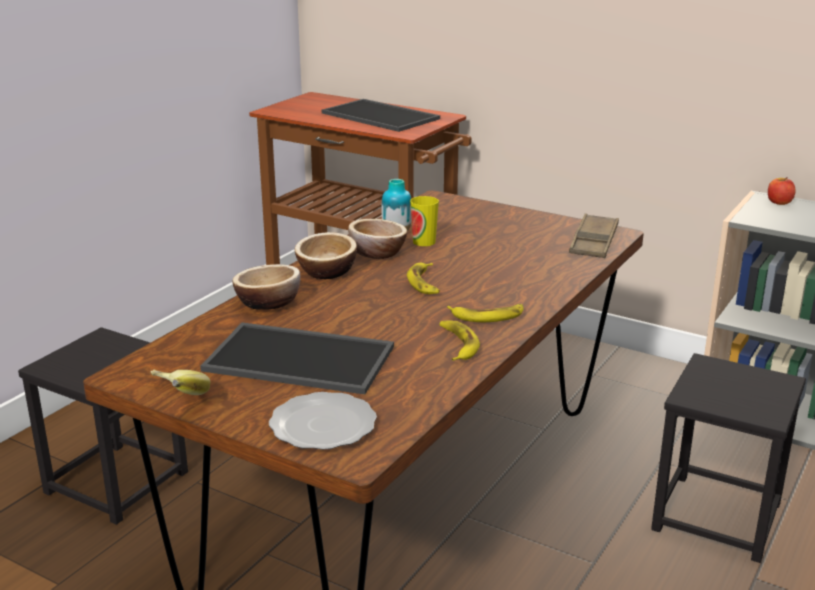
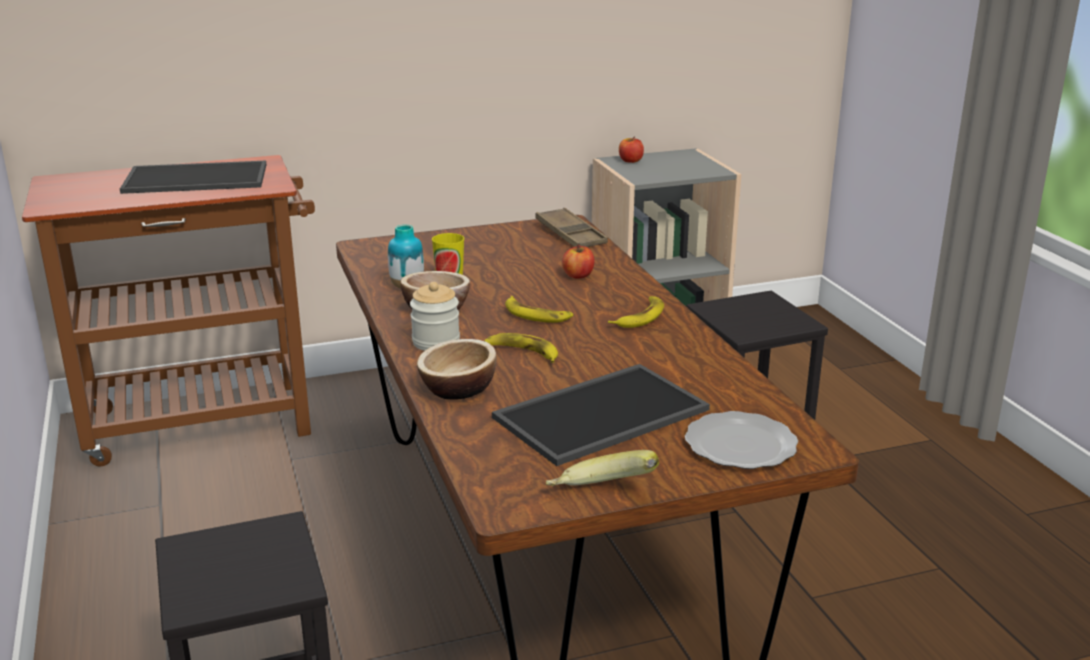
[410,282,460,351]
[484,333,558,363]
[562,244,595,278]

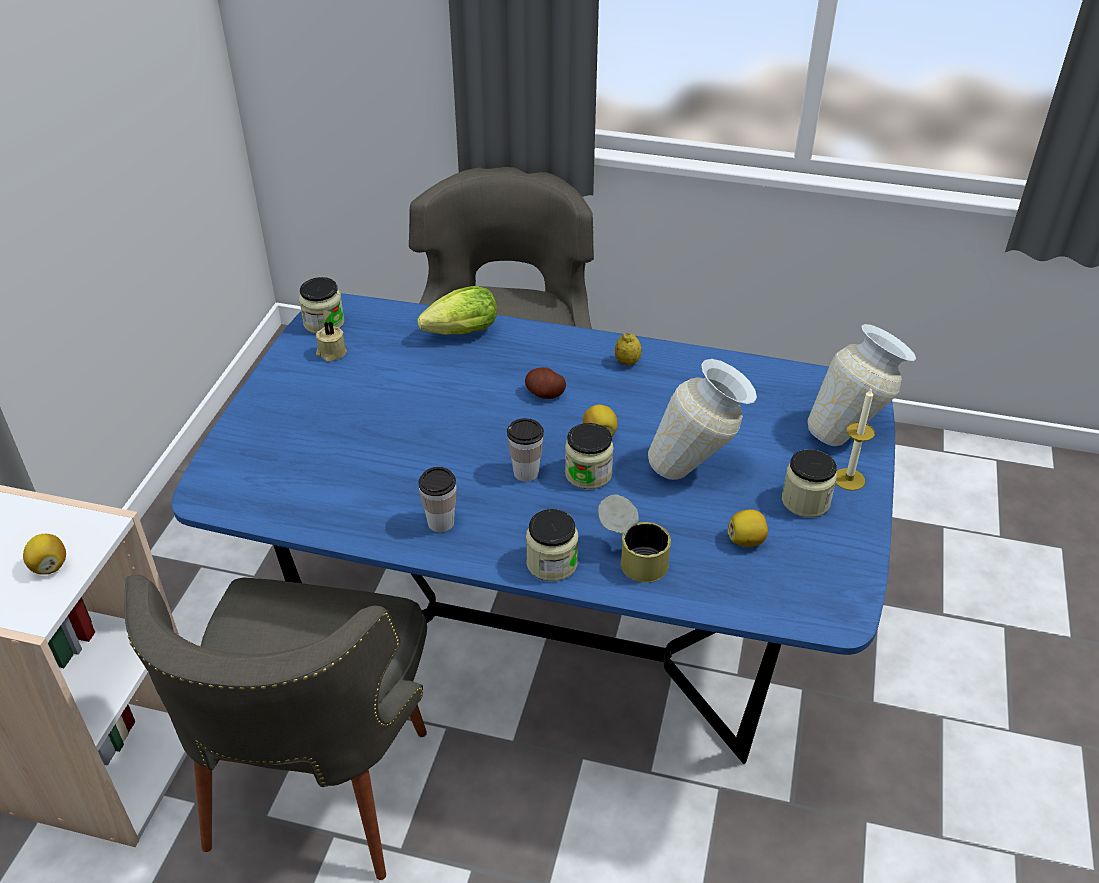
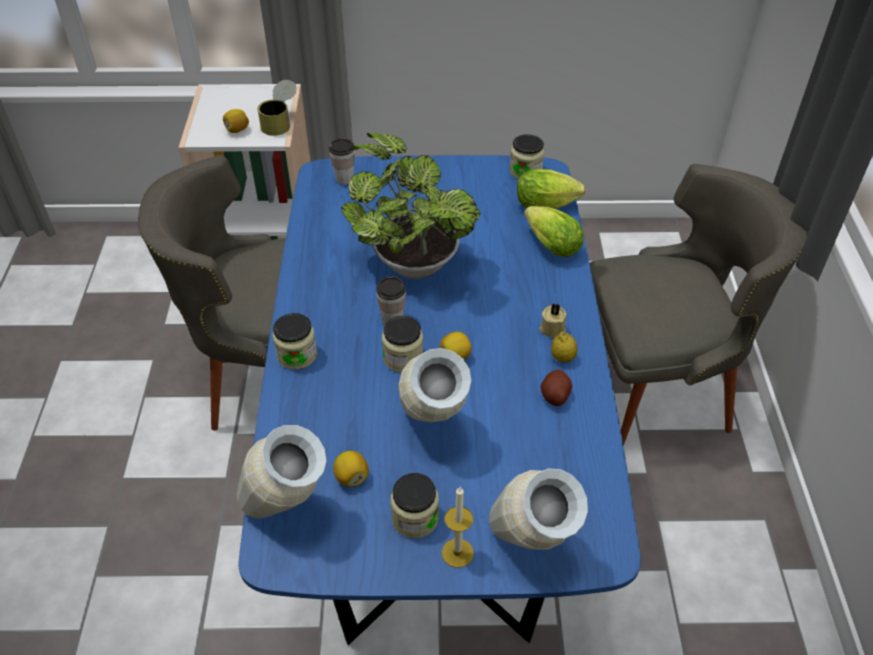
[237,425,327,519]
[257,80,296,136]
[329,138,355,185]
[341,133,480,279]
[517,169,585,209]
[539,304,567,338]
[540,370,572,406]

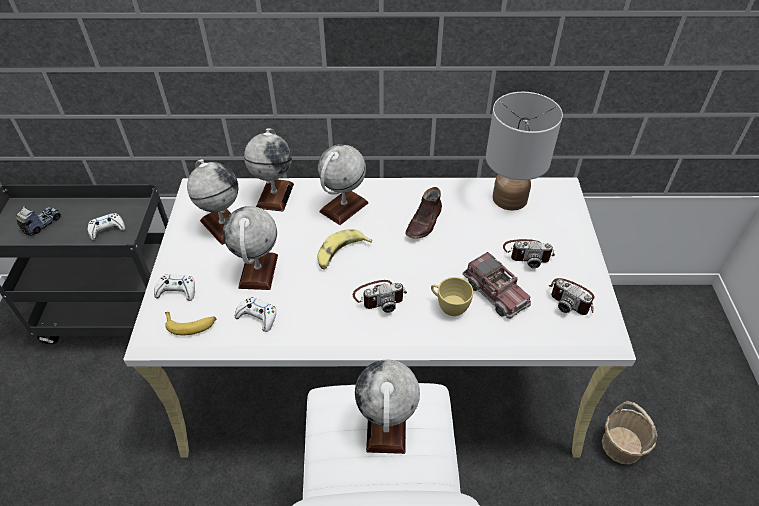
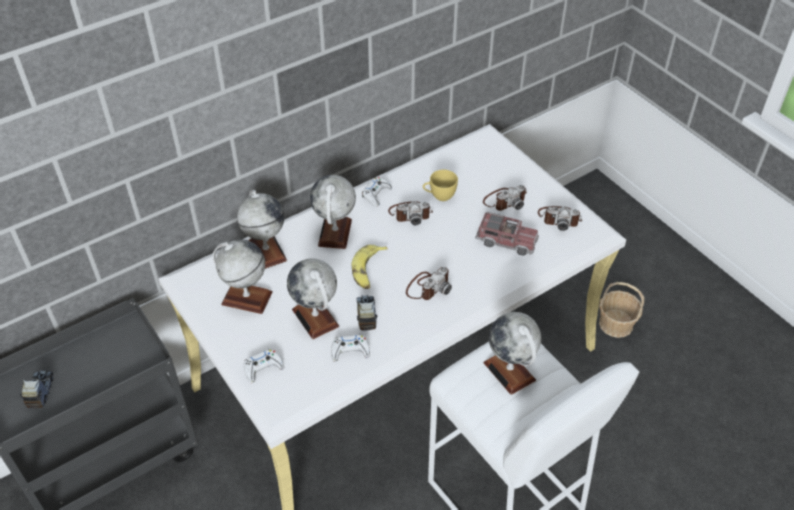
[357,295,377,330]
[362,177,392,207]
[388,201,433,226]
[423,170,458,201]
[165,312,216,335] (first image)
[486,92,563,210] (first image)

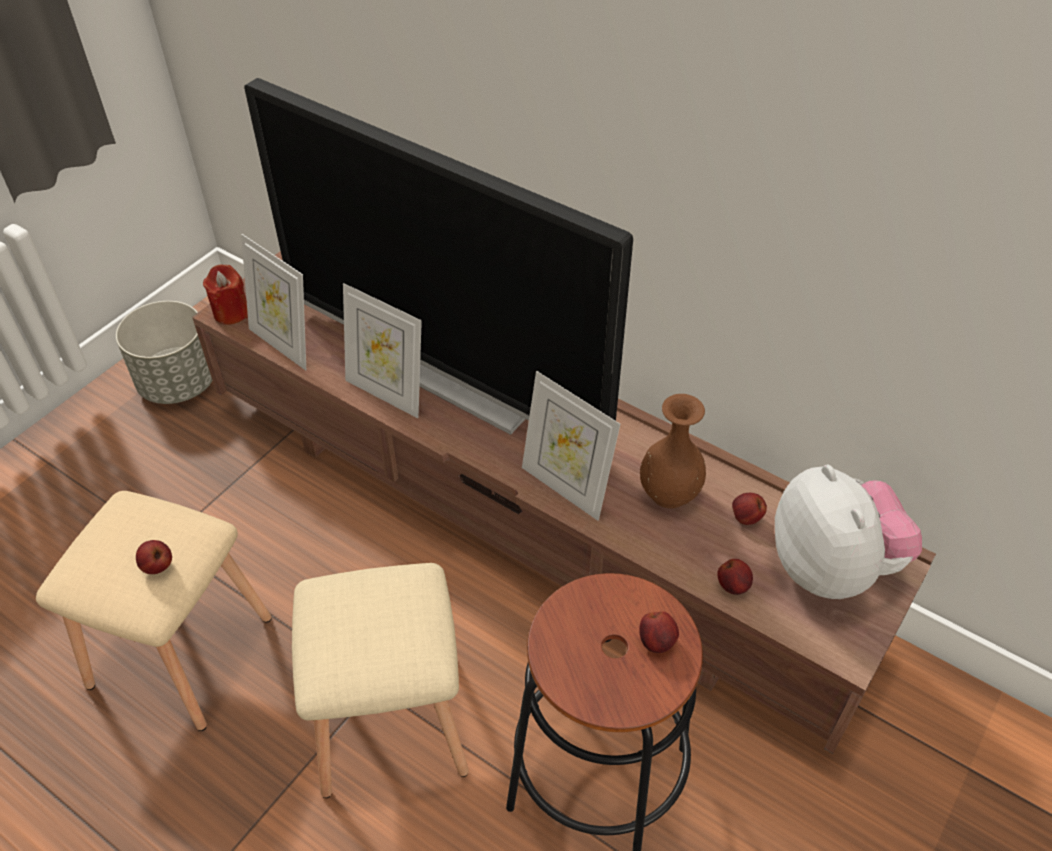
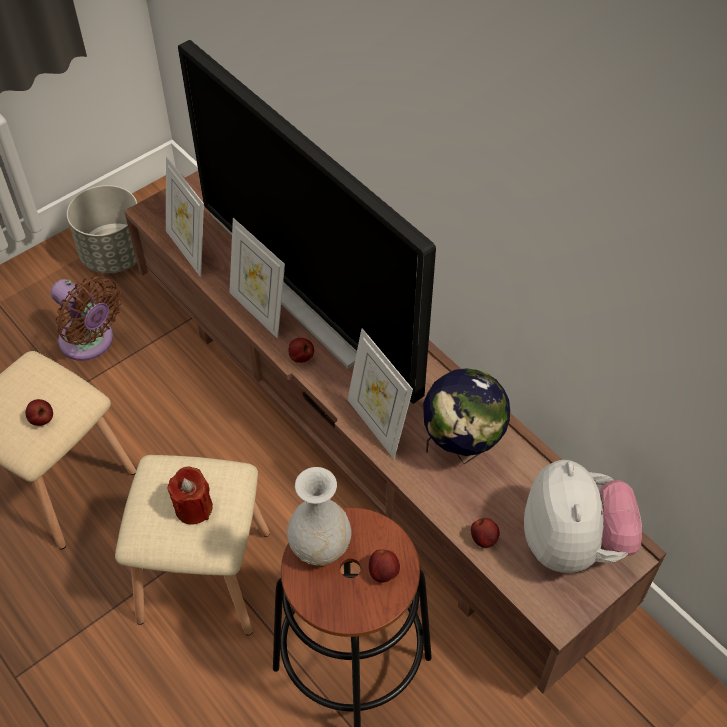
[51,276,122,361]
[168,467,213,525]
[287,467,351,565]
[289,338,314,363]
[423,368,510,465]

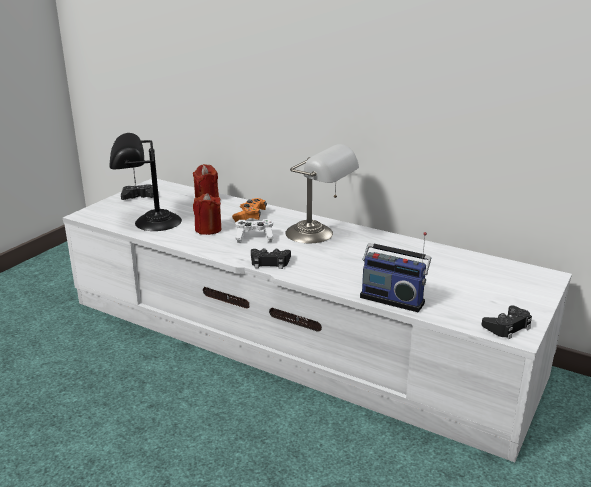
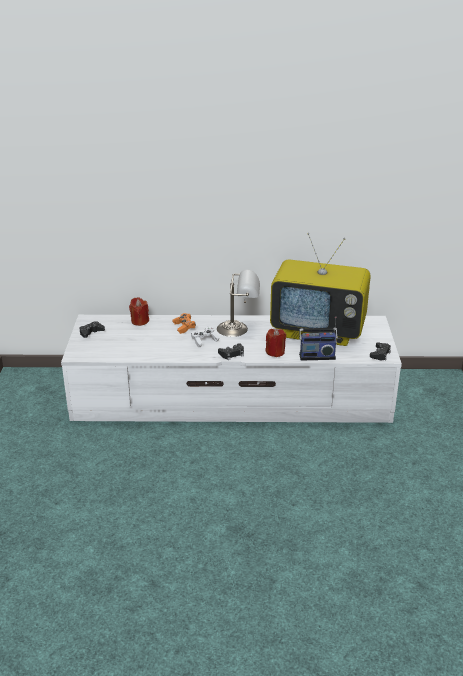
[265,329,286,357]
[270,233,371,346]
[109,133,182,231] (first image)

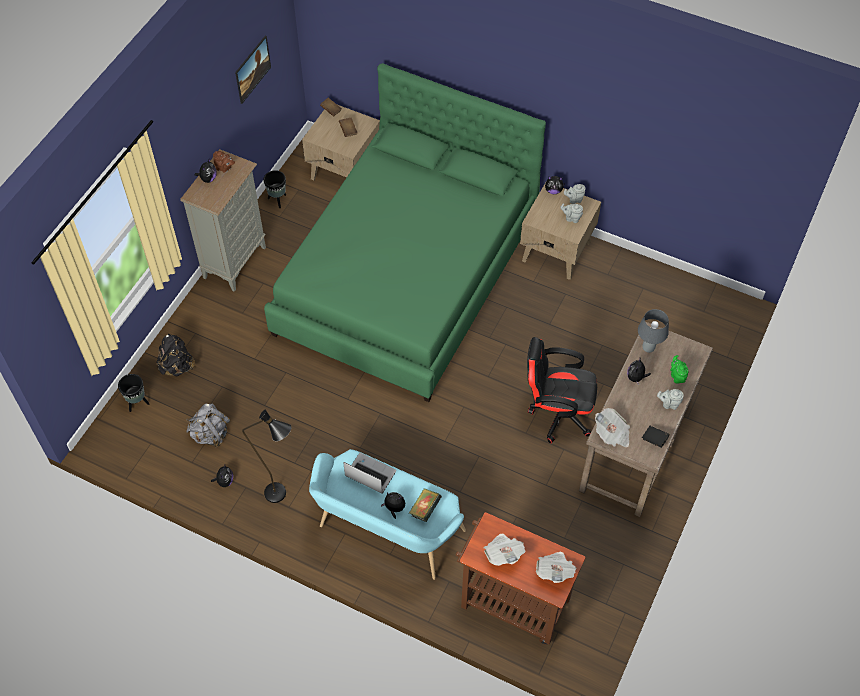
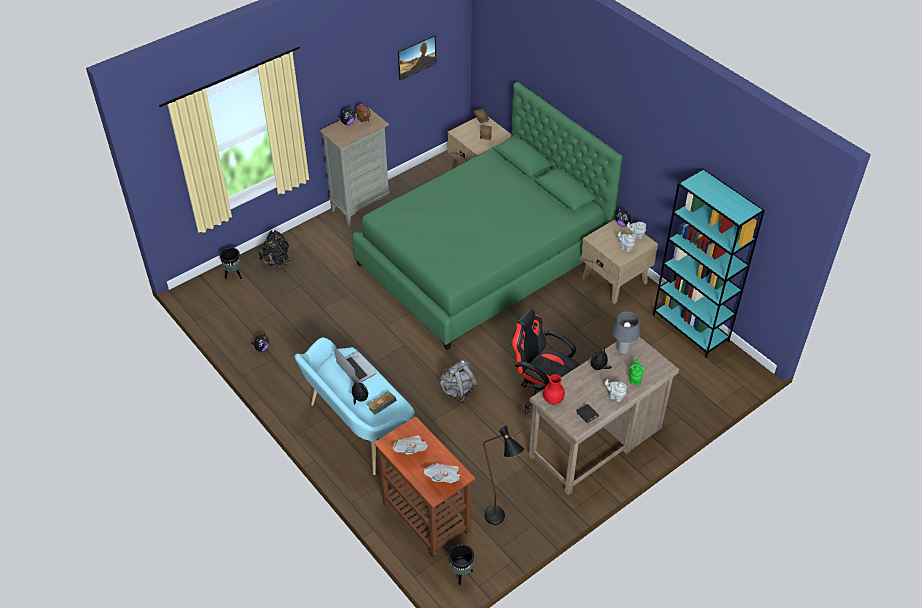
[439,360,478,402]
[449,544,474,585]
[483,425,524,525]
[543,374,565,405]
[653,169,765,358]

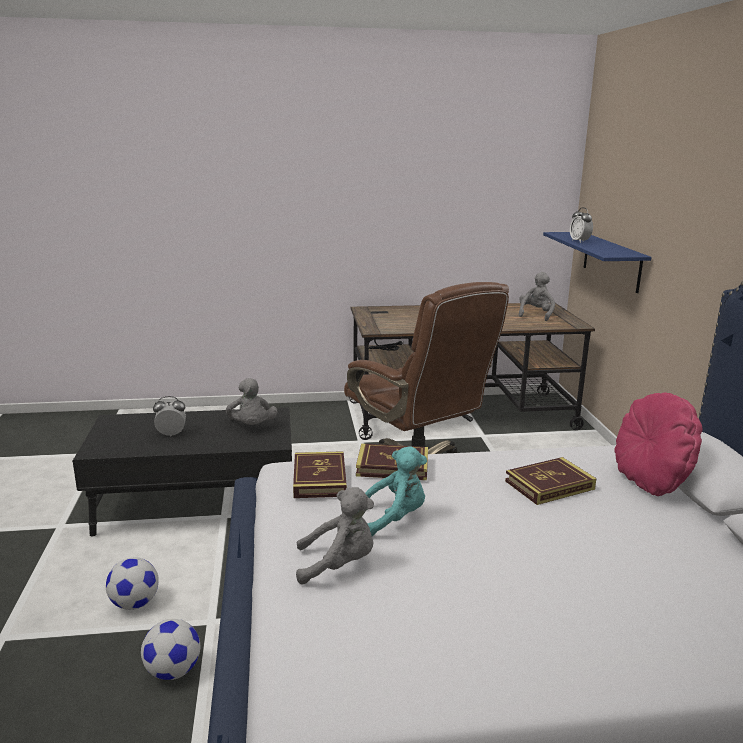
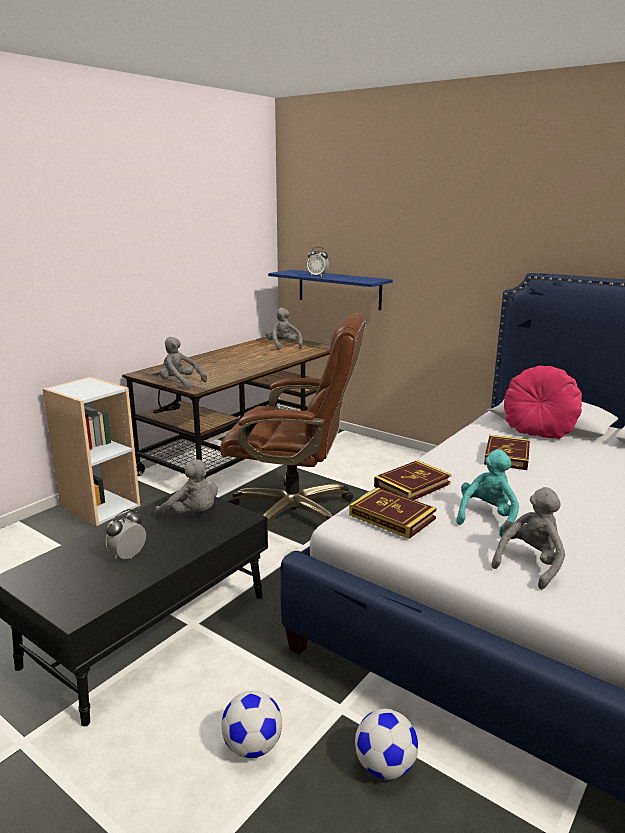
[43,377,140,526]
[159,337,207,388]

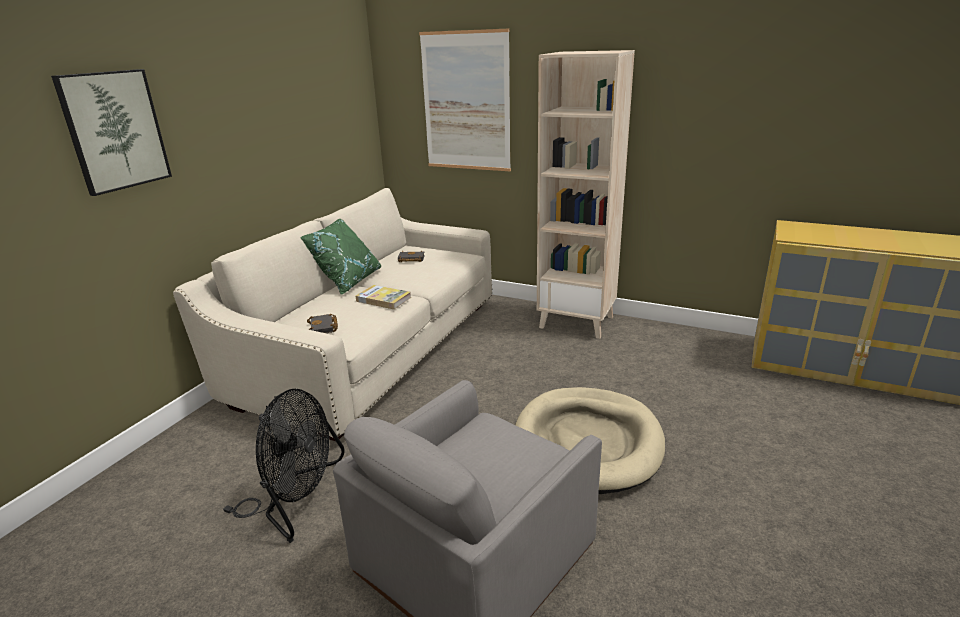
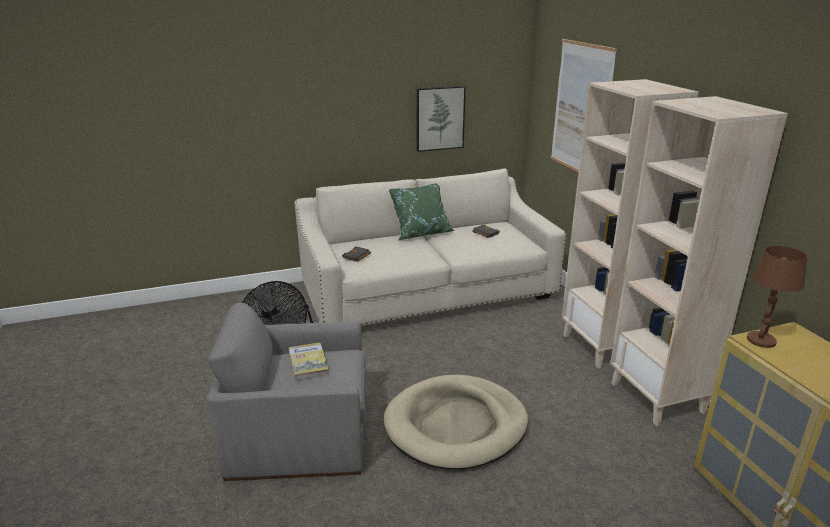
[289,342,329,381]
[417,86,466,152]
[610,96,788,426]
[747,246,807,348]

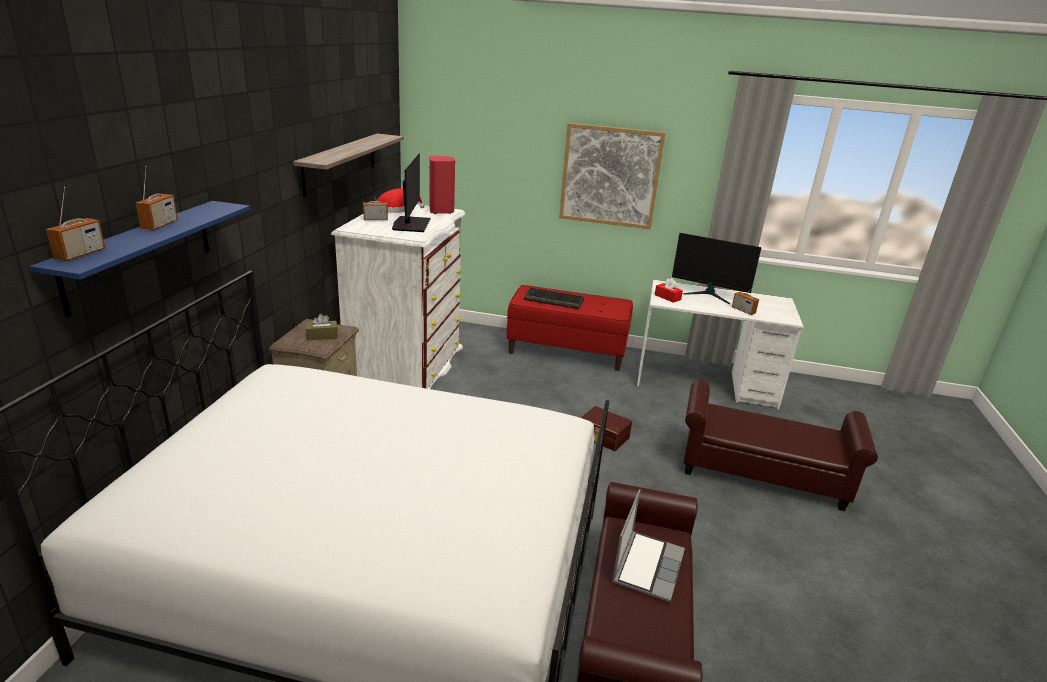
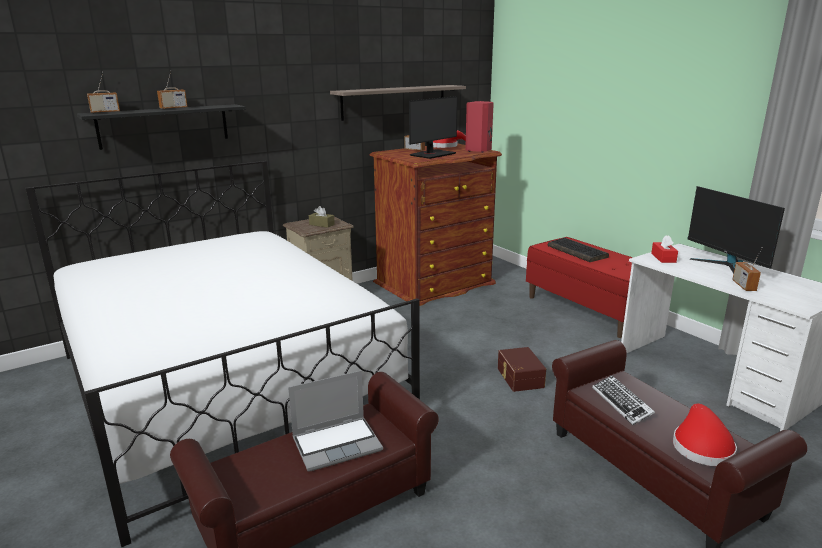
[77,104,246,150]
[369,143,502,306]
[592,375,655,425]
[673,404,737,466]
[559,123,666,229] (first image)

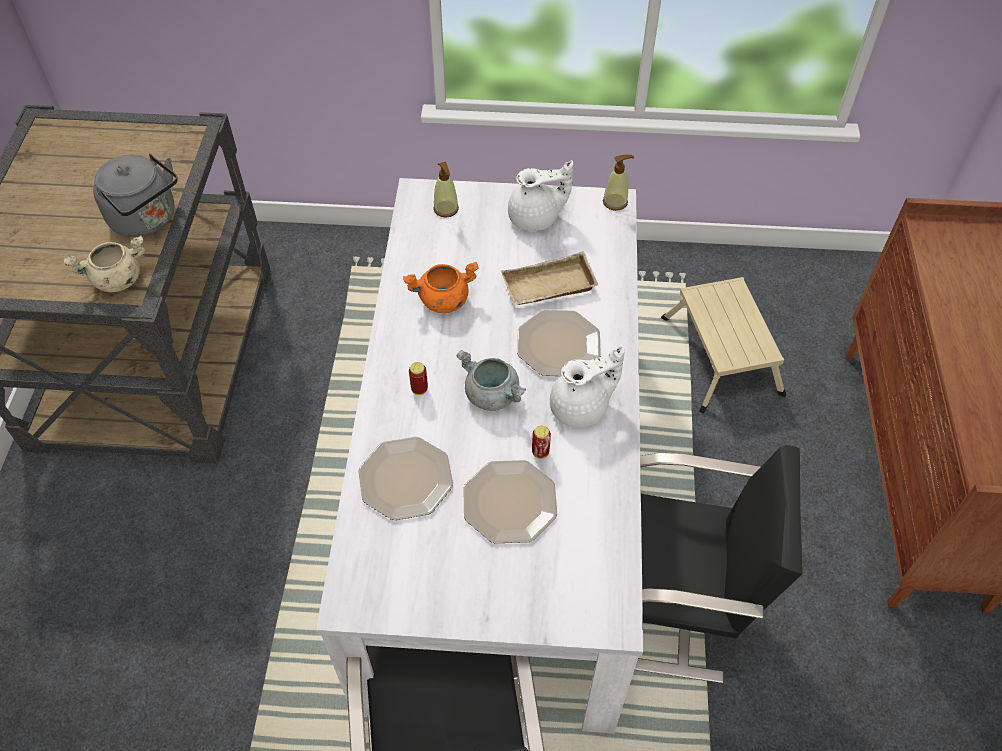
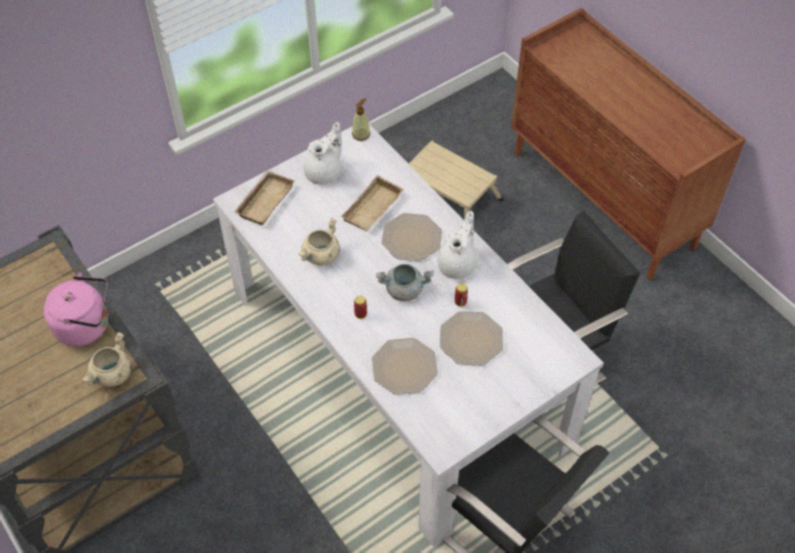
[44,273,108,346]
[234,170,295,225]
[298,218,340,266]

